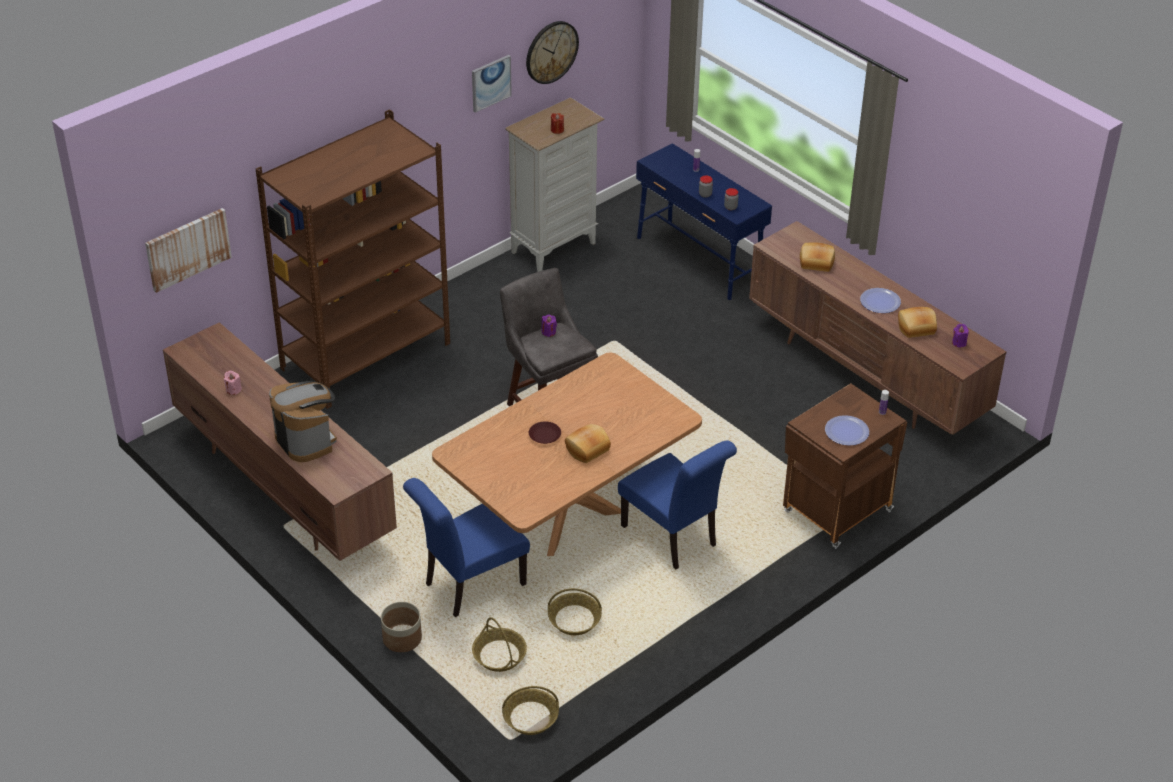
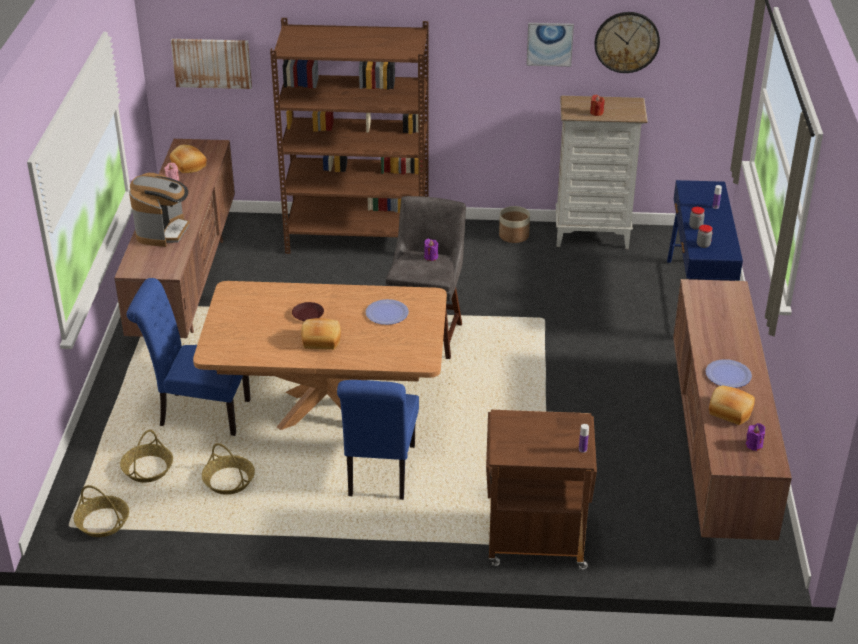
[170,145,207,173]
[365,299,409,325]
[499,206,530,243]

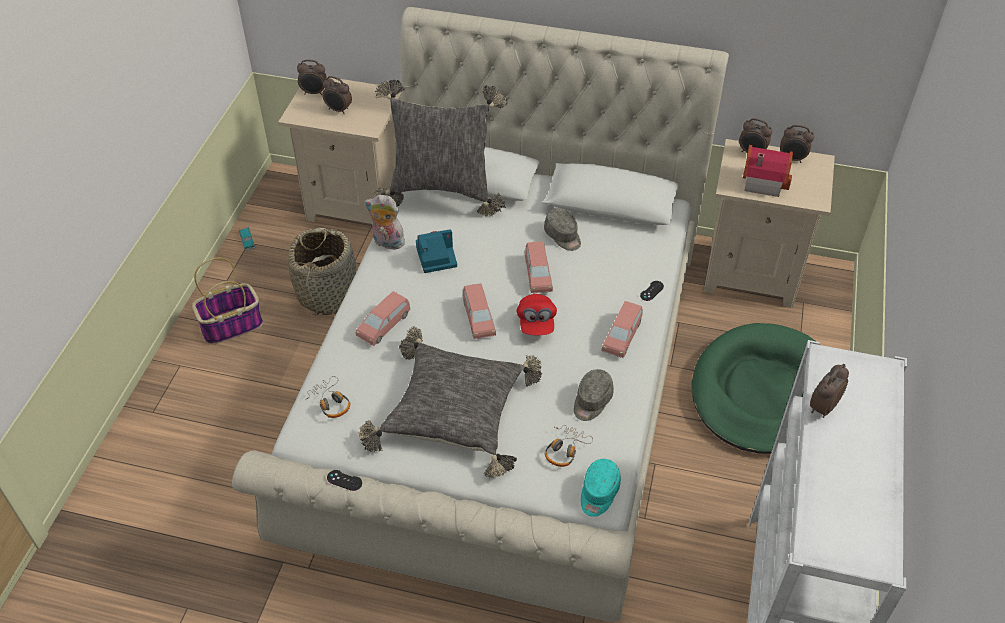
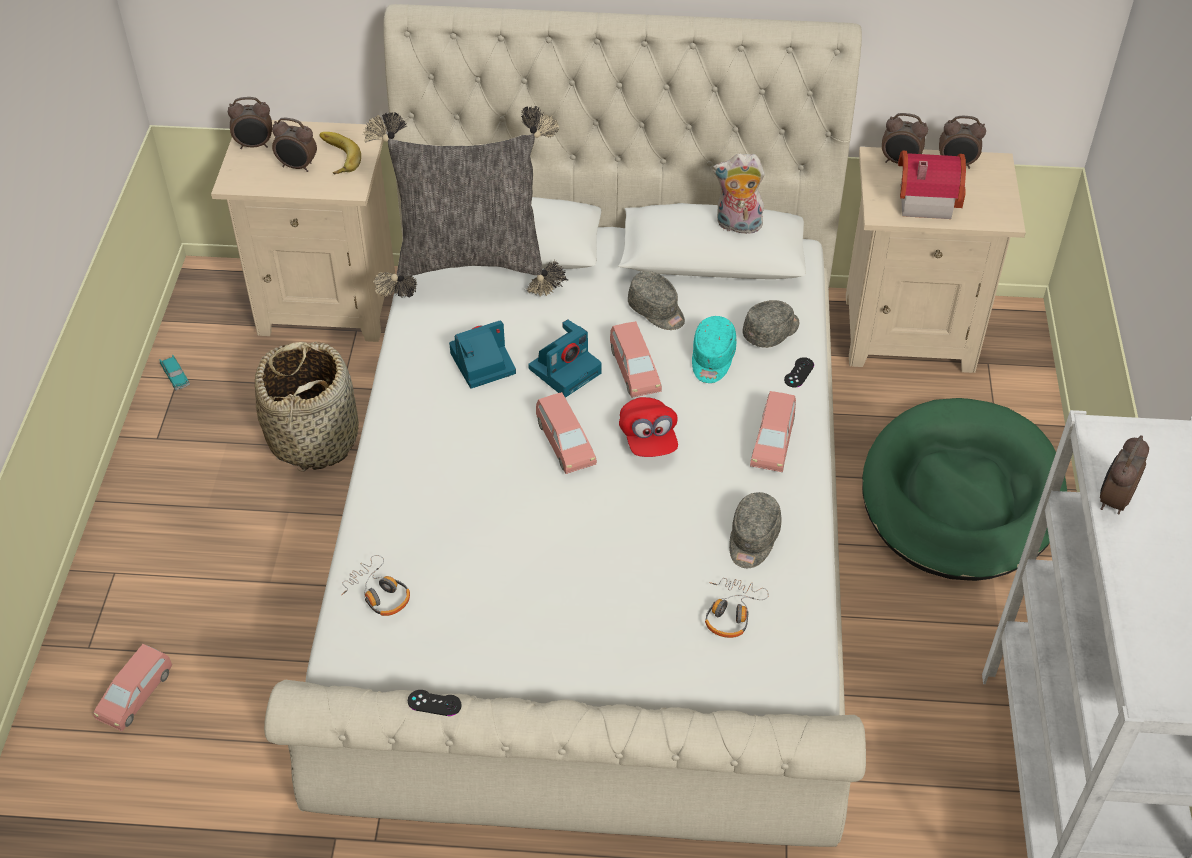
[93,644,172,731]
[320,132,361,174]
[528,319,602,398]
[692,316,737,383]
[713,153,765,234]
[743,300,800,348]
[192,258,263,345] (first image)
[358,326,542,479] (first image)

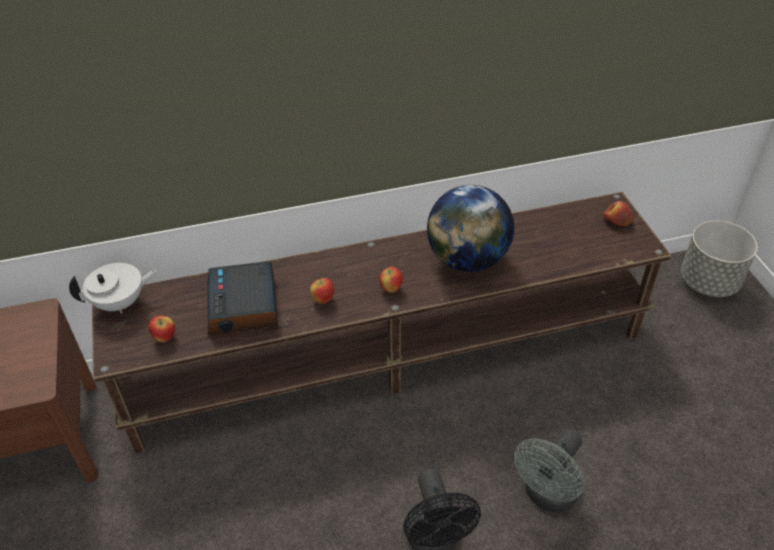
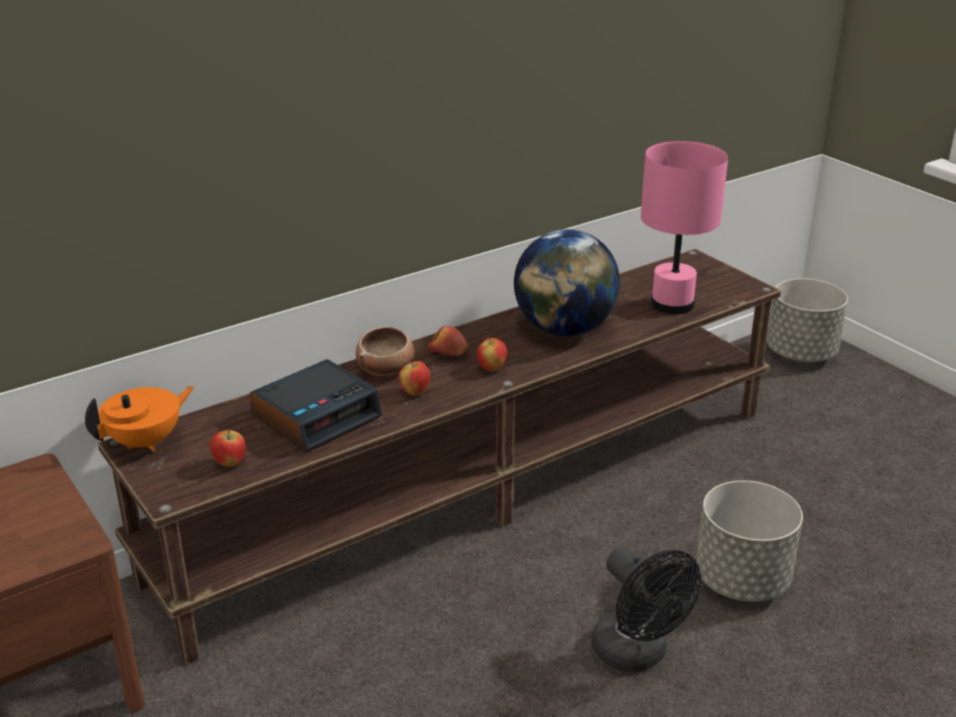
[85,386,194,452]
[249,359,382,452]
[356,326,414,376]
[428,326,469,356]
[641,141,728,314]
[696,481,803,602]

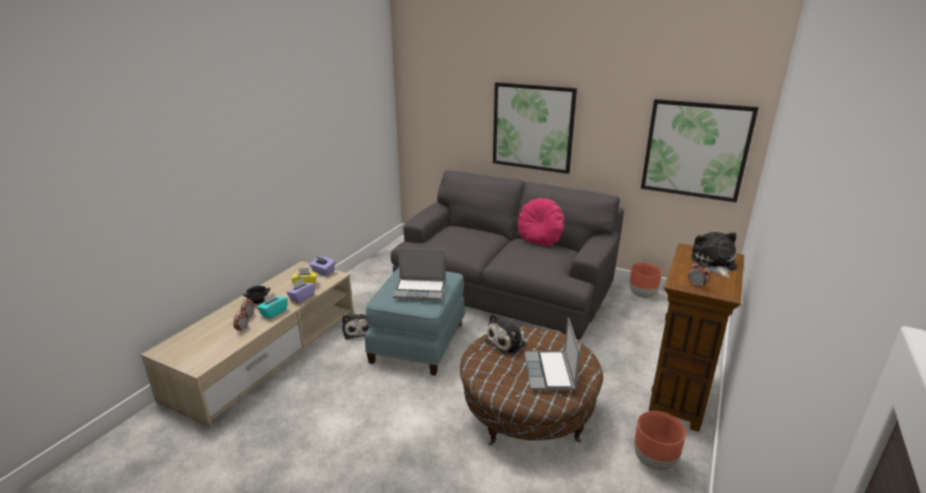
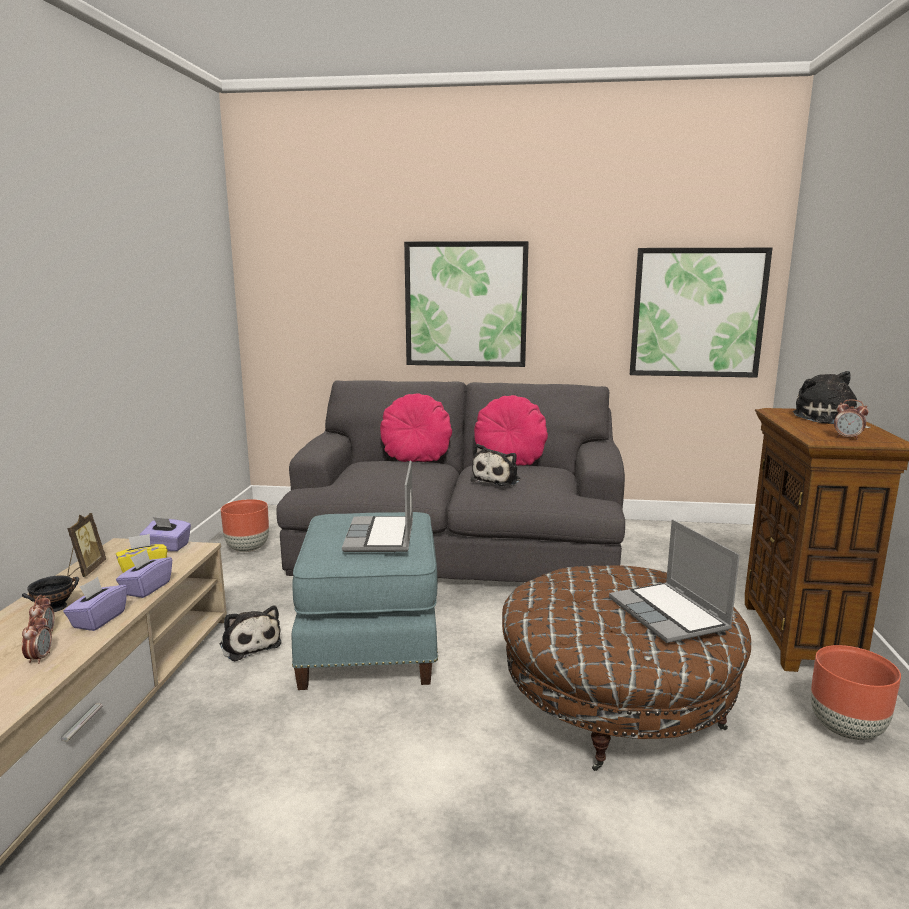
[63,577,127,631]
[67,513,106,577]
[221,499,269,552]
[342,461,413,552]
[380,393,452,462]
[470,444,520,486]

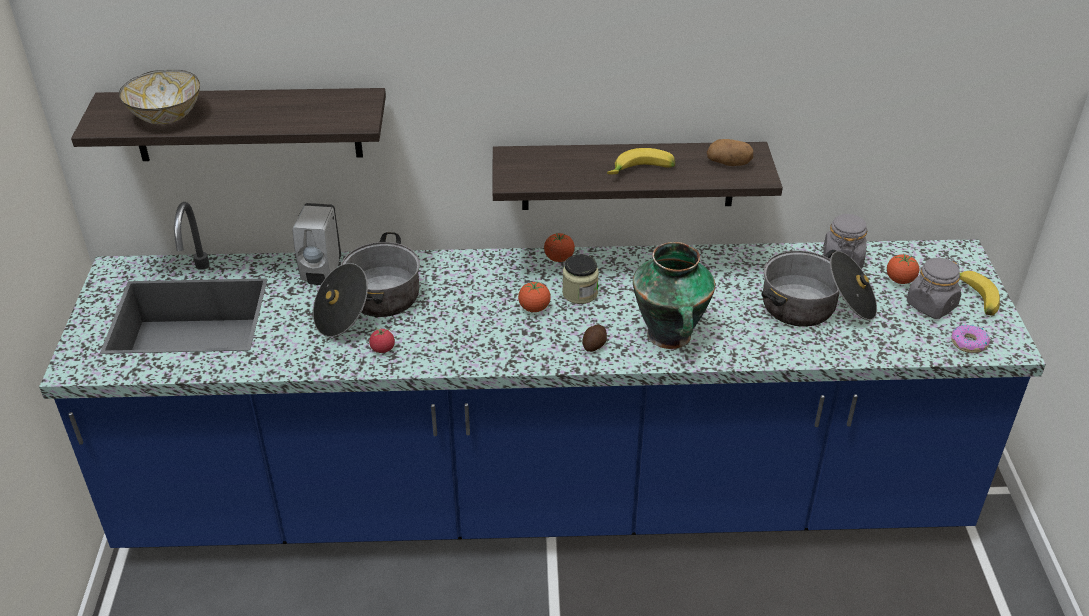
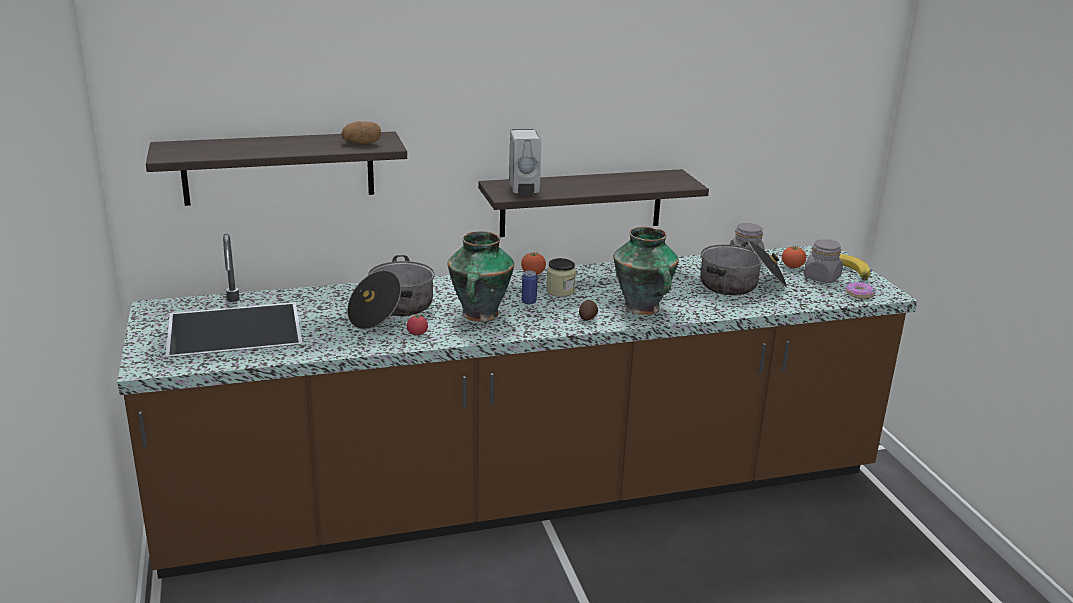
[117,234,917,579]
[341,121,381,144]
[447,231,514,322]
[509,129,541,196]
[522,270,537,304]
[119,70,200,124] (first image)
[607,148,675,174] (first image)

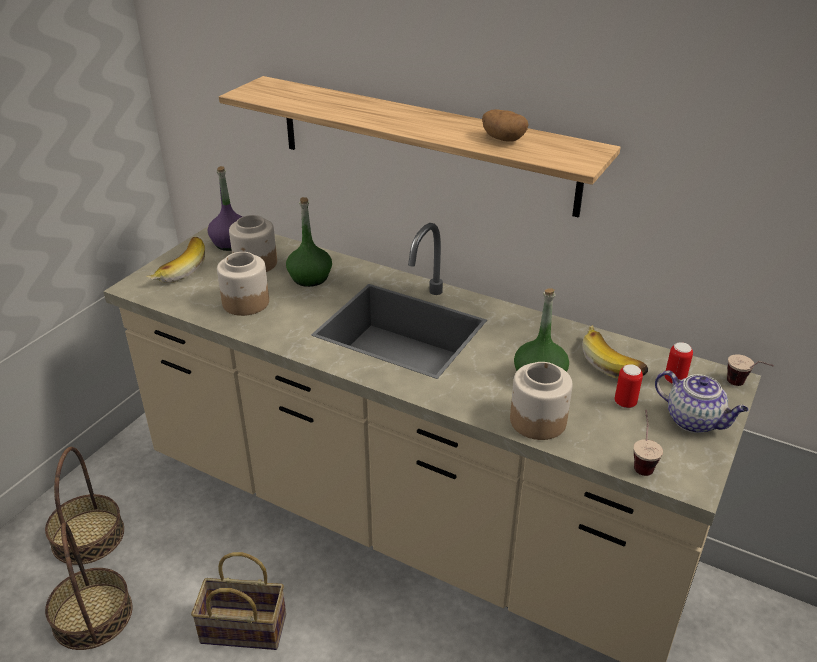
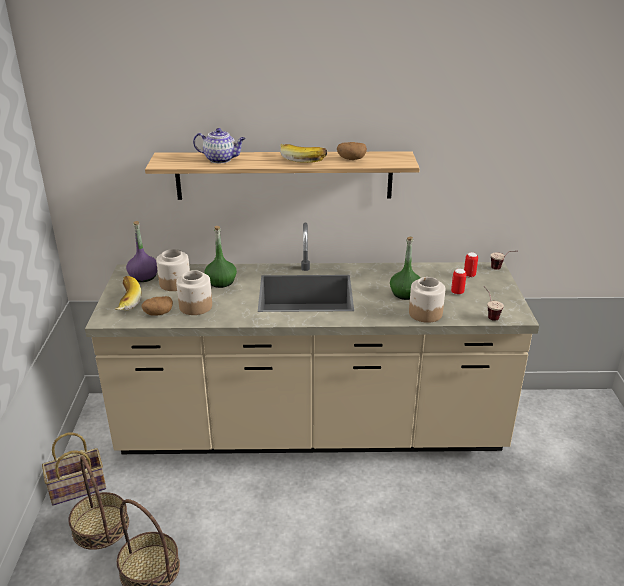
[42,433,106,506]
[141,296,173,316]
[193,128,246,163]
[280,144,327,163]

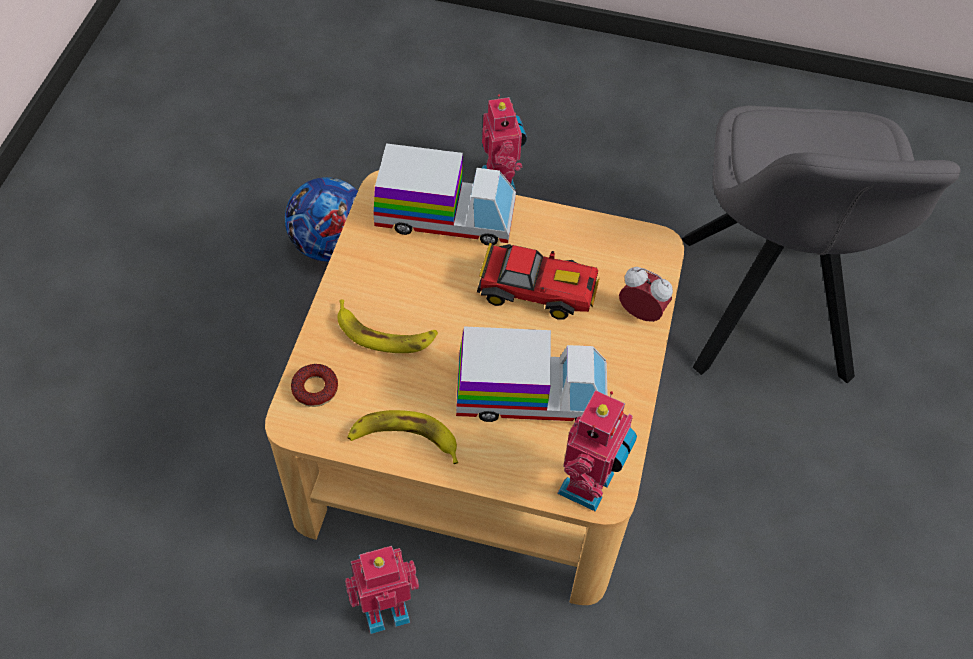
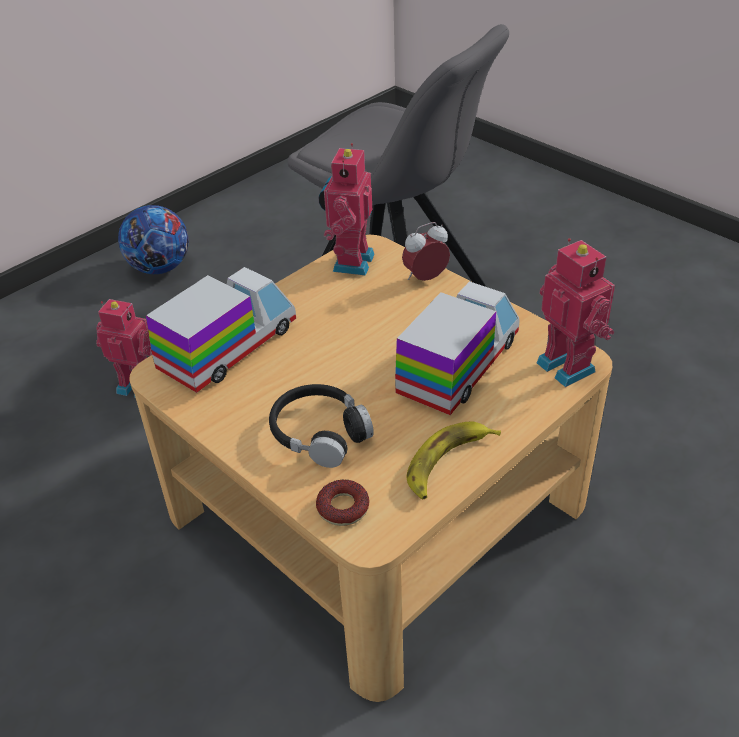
[118,205,189,274]
[269,384,374,468]
[318,143,375,276]
[477,243,600,320] (first image)

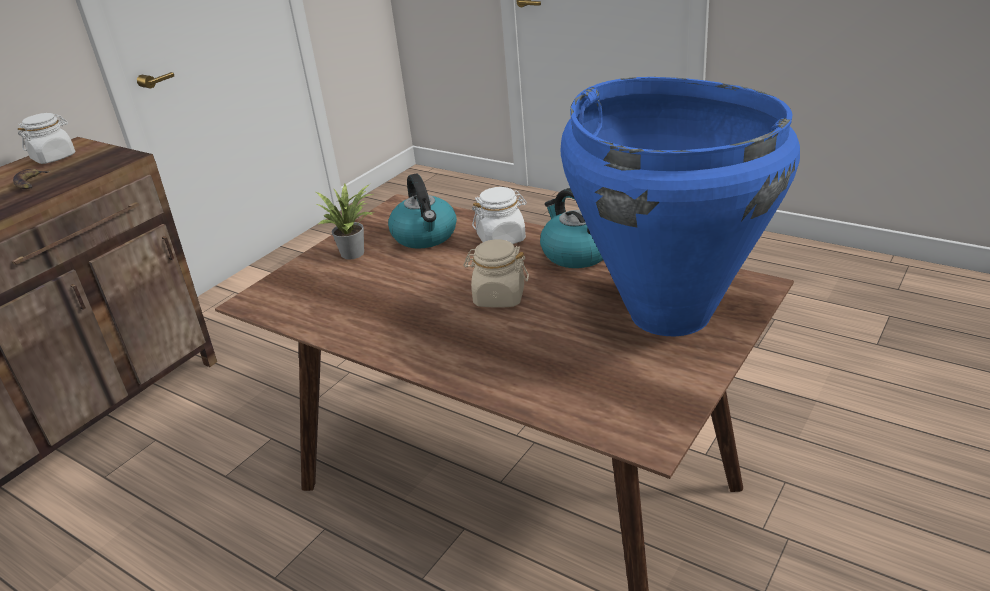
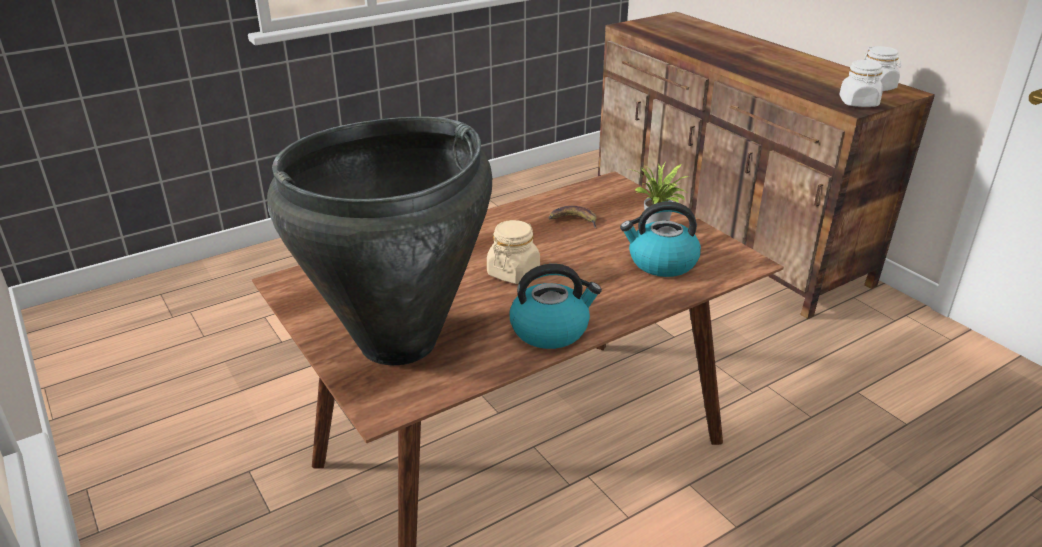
[267,117,492,365]
[548,206,596,228]
[839,60,883,107]

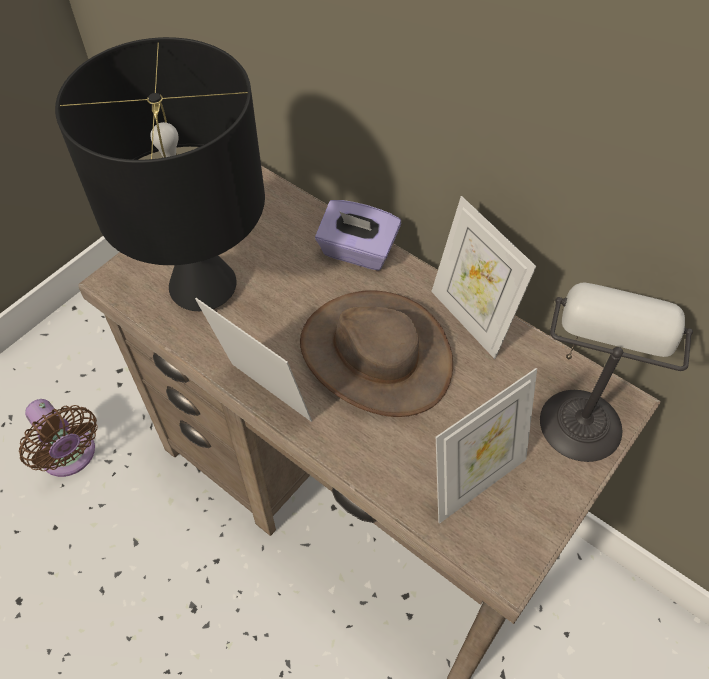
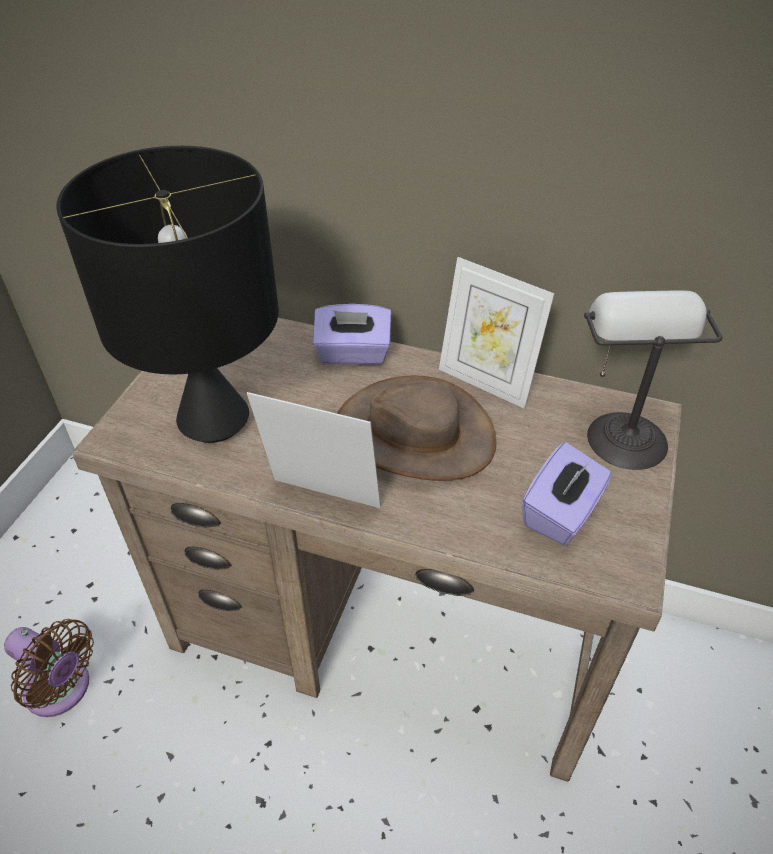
[521,442,612,545]

